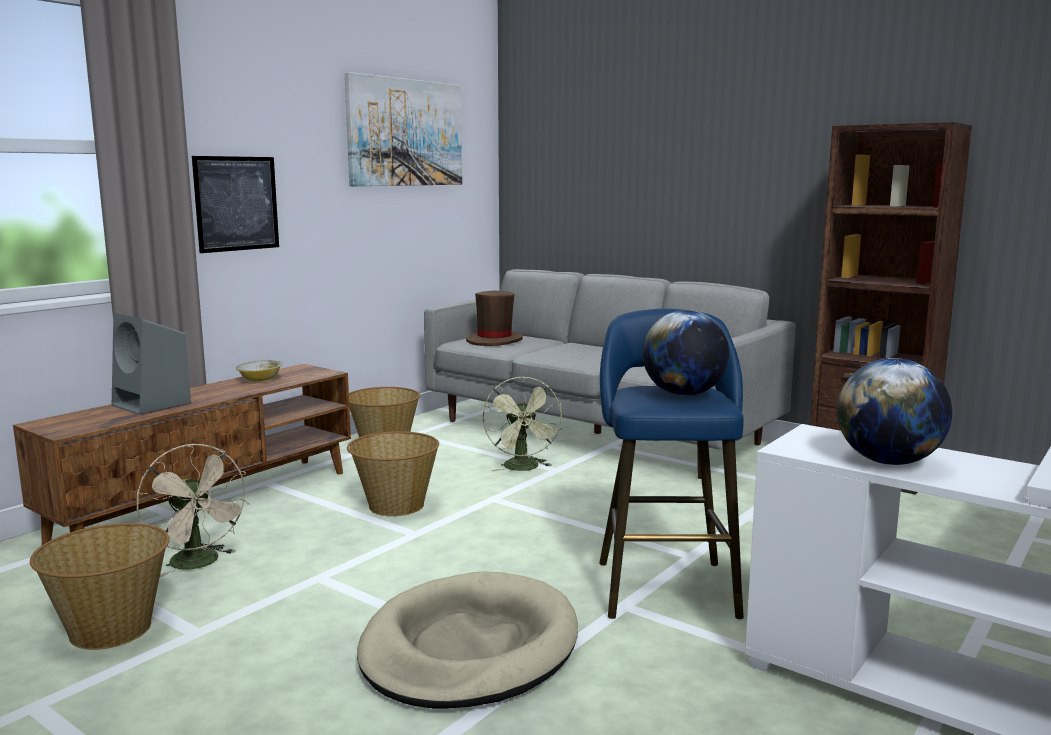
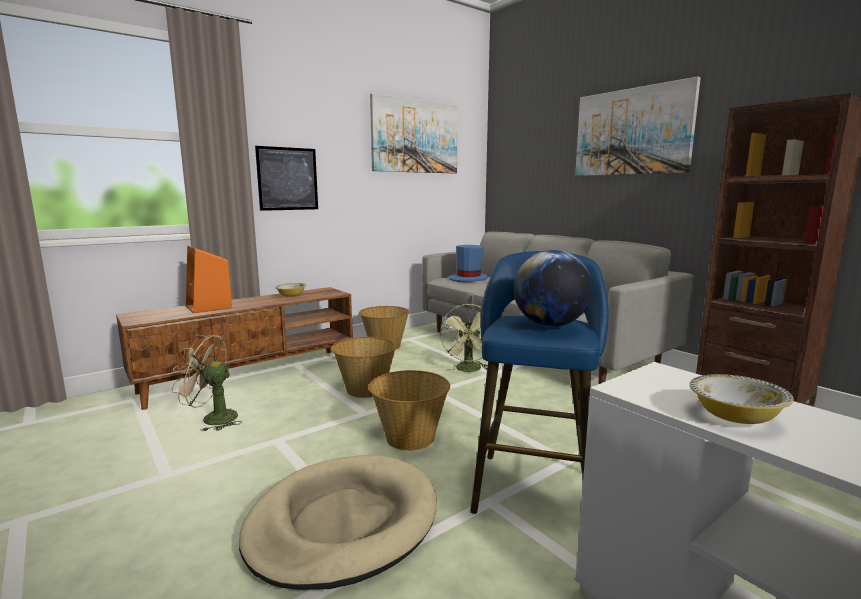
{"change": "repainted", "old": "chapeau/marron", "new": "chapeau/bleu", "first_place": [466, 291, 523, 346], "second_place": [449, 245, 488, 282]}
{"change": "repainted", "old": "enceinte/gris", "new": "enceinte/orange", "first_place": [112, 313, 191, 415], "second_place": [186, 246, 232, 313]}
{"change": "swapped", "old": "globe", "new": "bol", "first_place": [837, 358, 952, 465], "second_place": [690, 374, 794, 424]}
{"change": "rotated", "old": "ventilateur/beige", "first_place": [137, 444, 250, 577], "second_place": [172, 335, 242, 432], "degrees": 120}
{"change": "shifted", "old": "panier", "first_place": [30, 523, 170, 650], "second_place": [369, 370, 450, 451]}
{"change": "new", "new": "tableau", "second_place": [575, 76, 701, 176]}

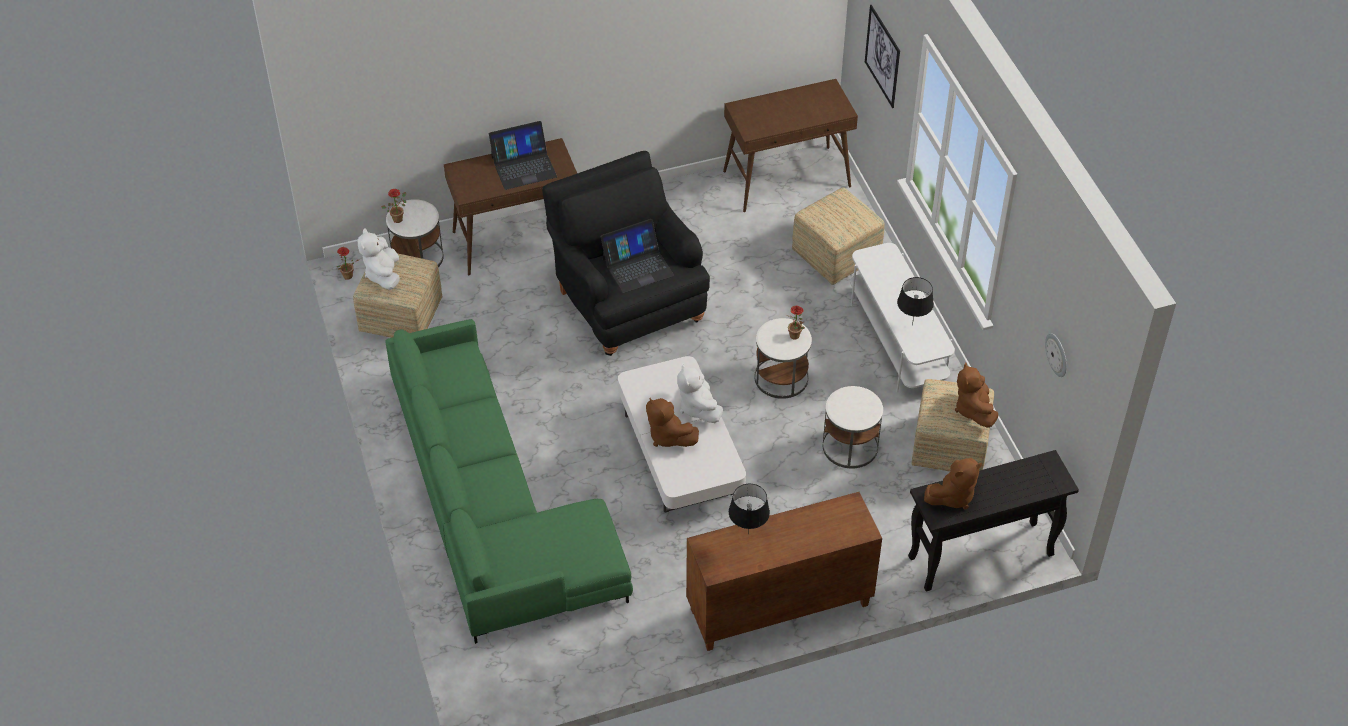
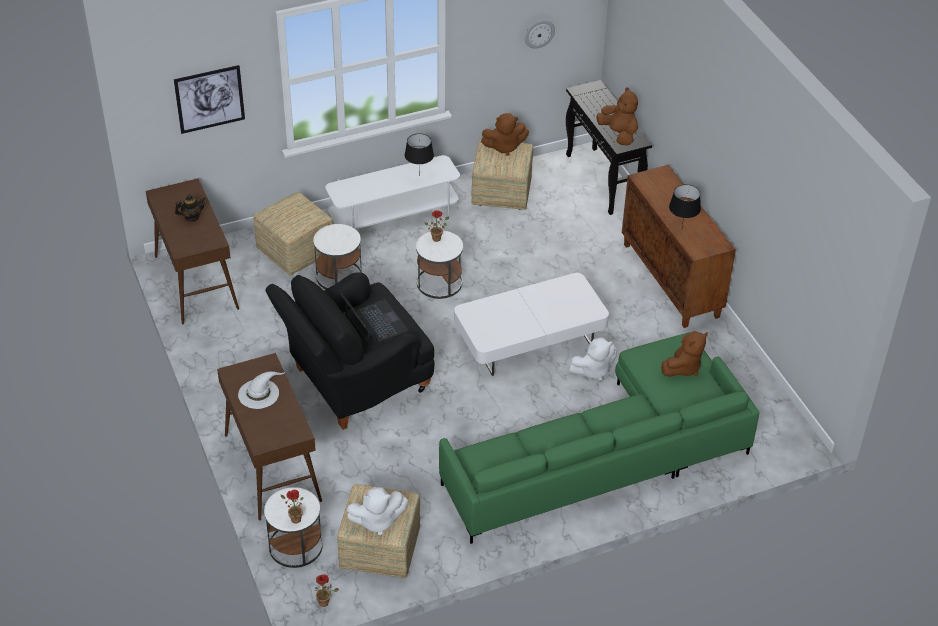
{"change": "swapped", "old": "ordinateur portable", "new": "chapeau/blanc", "first_place": [489, 121, 557, 190], "second_place": [238, 371, 285, 409]}
{"change": "shifted", "old": "peluche/blanc", "first_place": [677, 364, 723, 423], "second_place": [568, 337, 617, 381]}
{"change": "shifted", "old": "table d'appoint/blanc", "first_place": [823, 386, 883, 469], "second_place": [313, 224, 362, 289]}
{"change": "shifted", "old": "peluche/marron", "first_place": [646, 398, 699, 447], "second_place": [661, 331, 708, 377]}
{"change": "new", "new": "théière", "second_place": [175, 194, 206, 221]}

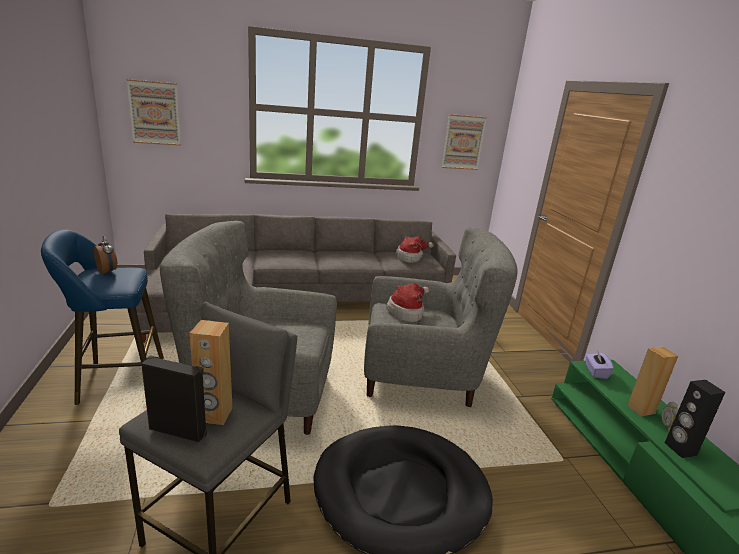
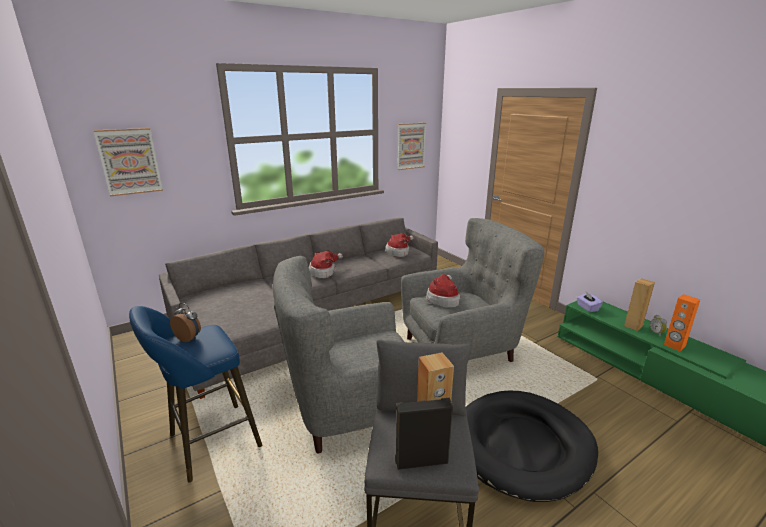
{"change": "repainted", "old": "enceinte/noir", "new": "enceinte/orange", "first_place": [665, 380, 725, 458], "second_place": [664, 294, 700, 351]}
{"change": "new", "new": "chapeau", "second_place": [309, 251, 343, 278]}

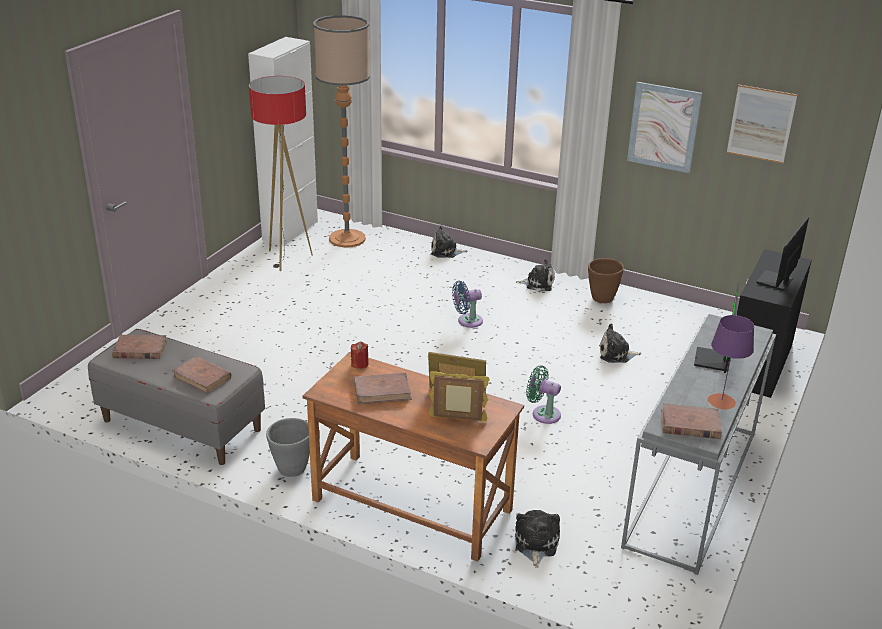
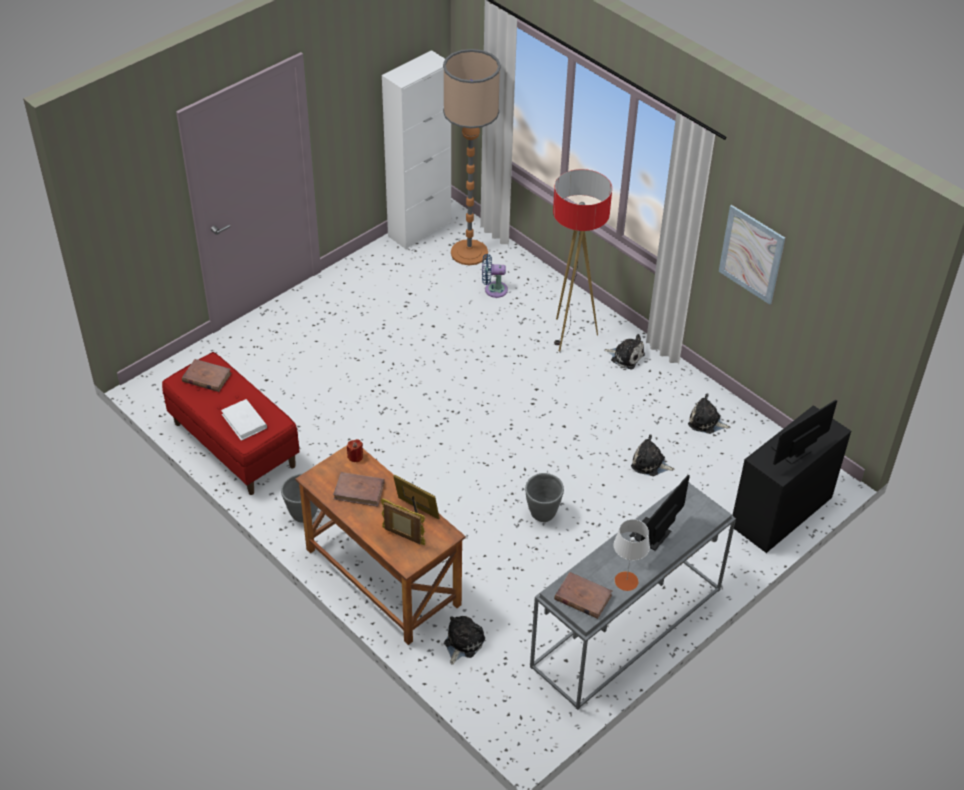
{"change": "shifted", "old": "lampadaire", "first_place": [249, 76, 313, 271], "second_place": [553, 169, 612, 351]}
{"change": "gone", "old": "tableau", "first_place": [727, 85, 798, 164]}
{"change": "shifted", "old": "peluche", "first_place": [431, 225, 468, 258], "second_place": [688, 394, 730, 434]}
{"change": "gone", "old": "cache-pot/marron", "first_place": [588, 258, 624, 303]}
{"change": "shifted", "old": "ventilateur/bleu", "first_place": [452, 281, 483, 328], "second_place": [482, 254, 508, 298]}
{"change": "repainted", "old": "lampe de table/violet", "new": "lampe de table/blanc", "first_place": [708, 315, 754, 409], "second_place": [614, 519, 650, 591]}
{"change": "repainted", "old": "banc/gris", "new": "banc/rouge", "first_place": [88, 329, 265, 465], "second_place": [162, 352, 300, 495]}
{"change": "repainted", "old": "livre/marron", "new": "livre/blanc", "first_place": [172, 356, 231, 394], "second_place": [221, 399, 267, 440]}
{"change": "swapped", "old": "ventilateur/vert", "new": "cache-pot/gris", "first_place": [526, 366, 561, 424], "second_place": [525, 473, 564, 522]}

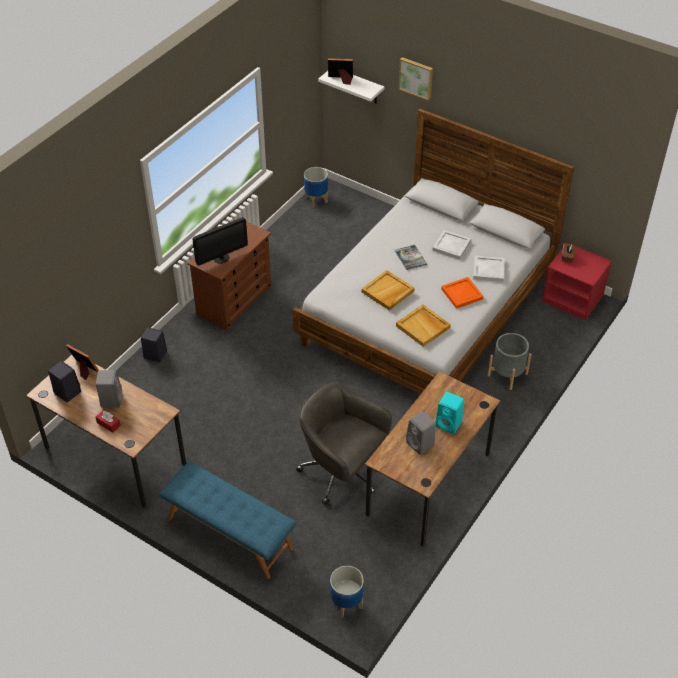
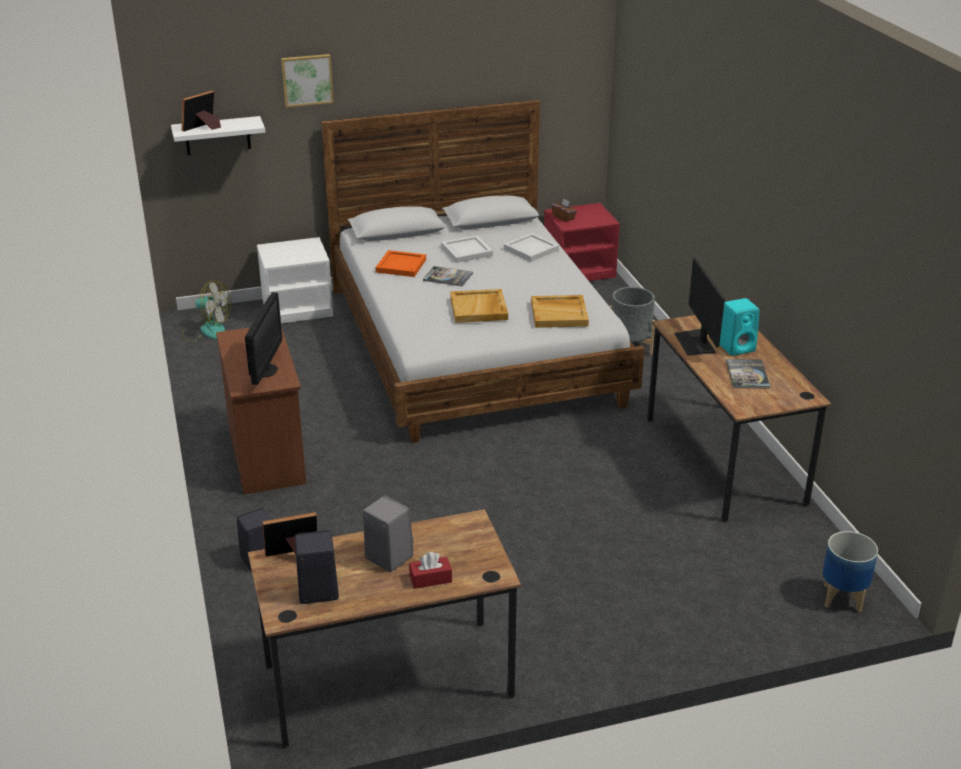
{"change": "swapped", "old": "cache-pot", "new": "ventilateur", "first_place": [304, 167, 328, 208], "second_place": [182, 280, 231, 342]}
{"change": "shifted", "old": "plateau/orange", "first_place": [441, 277, 484, 309], "second_place": [376, 250, 426, 277]}
{"change": "gone", "old": "chaise de bureau/gris", "first_place": [296, 381, 392, 505]}
{"change": "swapped", "old": "enceinte/gris", "new": "livre", "first_place": [406, 411, 436, 455], "second_place": [726, 359, 770, 389]}
{"change": "gone", "old": "banc/bleu", "first_place": [159, 461, 296, 579]}
{"change": "new", "new": "table de chevet/blanc", "second_place": [257, 237, 333, 323]}
{"change": "new", "new": "écran d'ordinateur", "second_place": [674, 258, 725, 356]}

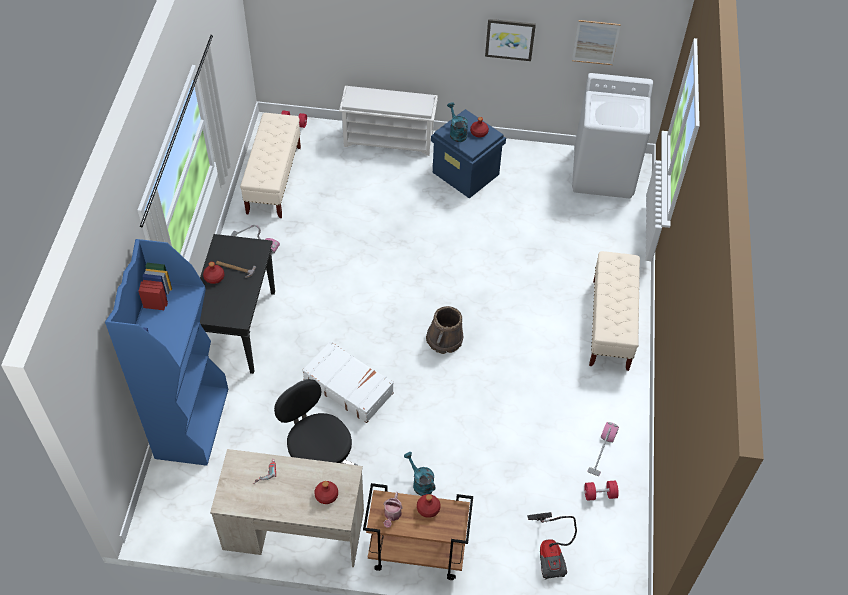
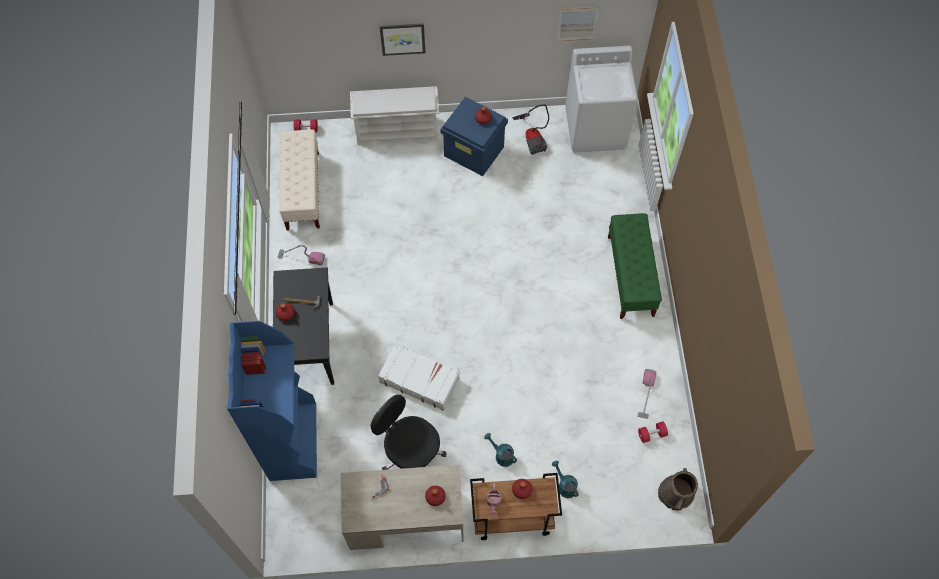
{"change": "shifted", "old": "tableau", "first_place": [485, 19, 536, 61], "second_place": [380, 23, 425, 56]}
{"change": "shifted", "old": "arrosoir/turquoise", "first_place": [447, 102, 468, 142], "second_place": [552, 461, 579, 498]}
{"change": "repainted", "old": "banc/beige", "new": "banc/vert", "first_place": [589, 251, 640, 371], "second_place": [608, 213, 662, 319]}
{"change": "shifted", "old": "seau/marron", "first_place": [426, 306, 463, 354], "second_place": [658, 468, 698, 511]}
{"change": "shifted", "old": "aspirateur", "first_place": [527, 512, 577, 579], "second_place": [513, 104, 549, 155]}

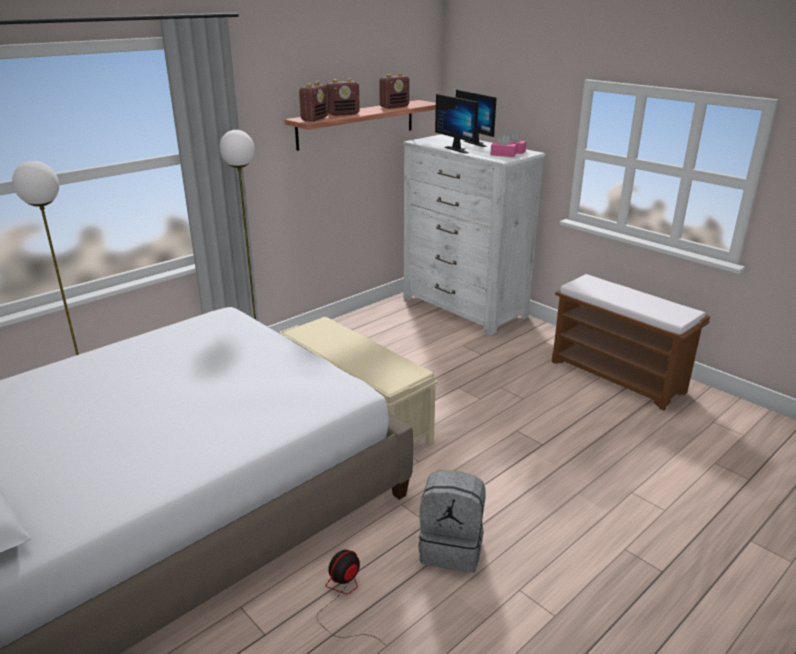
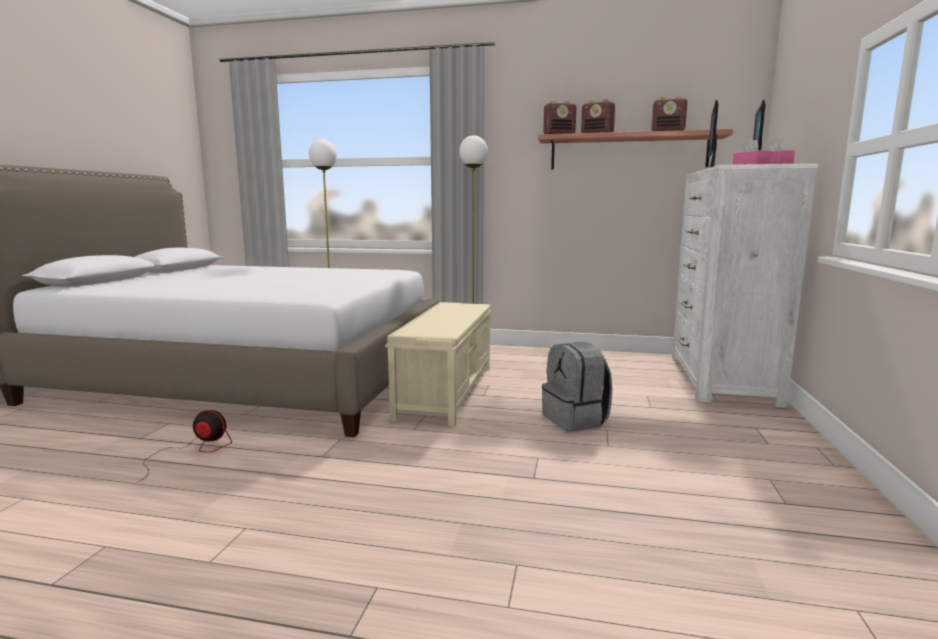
{"change": "gone", "old": "banc/marron", "first_place": [552, 274, 710, 411]}
{"change": "shifted", "old": "sac à dos/gris", "first_place": [418, 471, 486, 572], "second_place": [542, 342, 613, 432]}

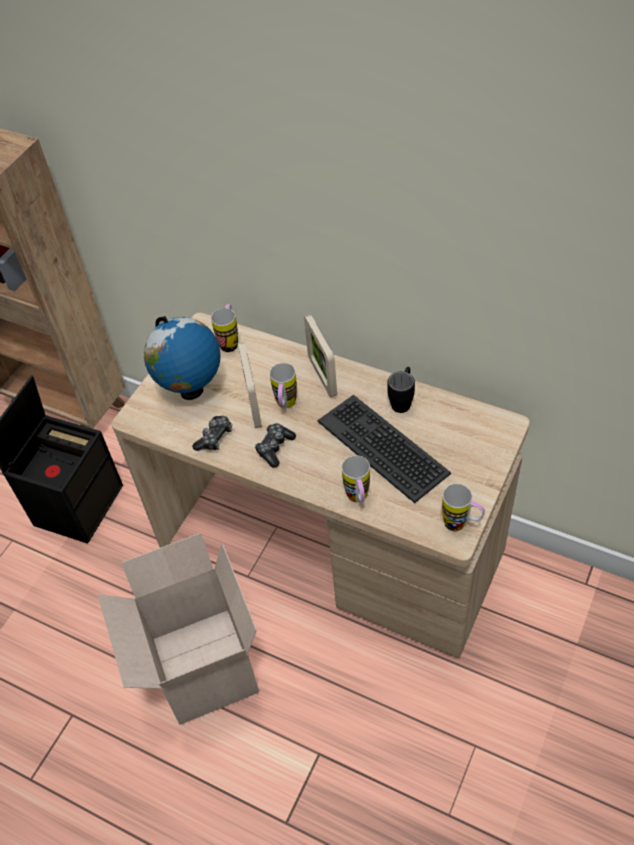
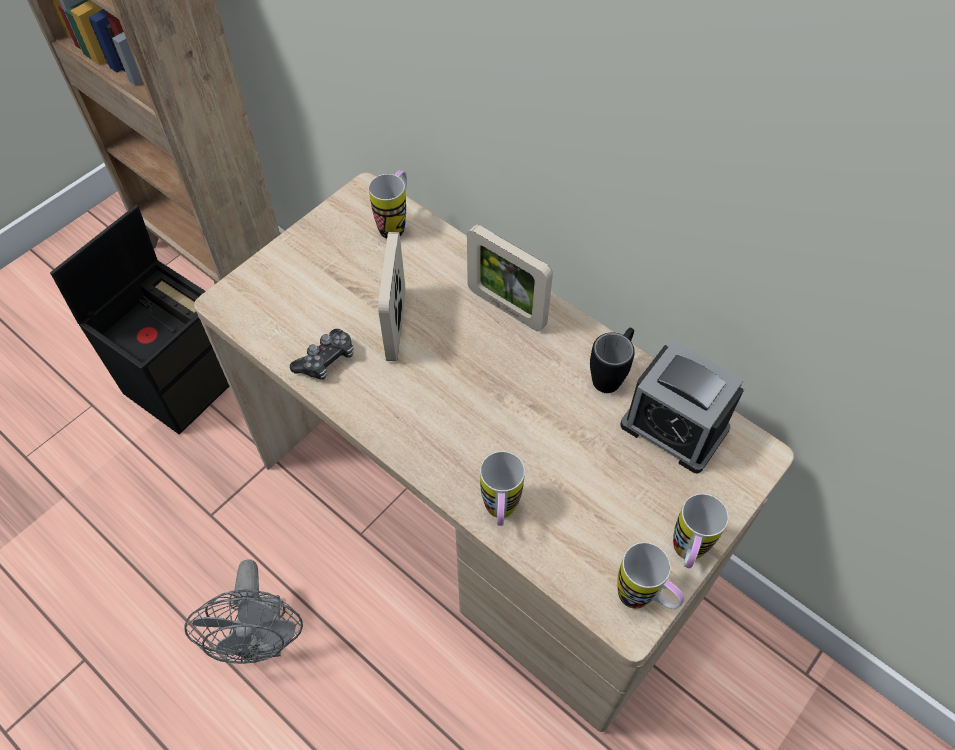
{"change": "rotated", "old": "cadre photo", "first_place": [304, 315, 337, 397], "second_place": [467, 225, 553, 331], "degrees": -45}
{"change": "gone", "old": "globe", "first_place": [144, 316, 221, 400]}
{"change": "shifted", "old": "mug", "first_place": [270, 363, 297, 408], "second_place": [673, 494, 729, 568]}
{"change": "gone", "old": "clavier", "first_place": [318, 395, 451, 503]}
{"change": "gone", "old": "manette", "first_place": [255, 423, 296, 468]}
{"change": "swapped", "old": "carton", "new": "ventilateur/gris", "first_place": [98, 533, 259, 725], "second_place": [184, 559, 303, 664]}
{"change": "new", "new": "réveil", "second_place": [620, 340, 744, 473]}

